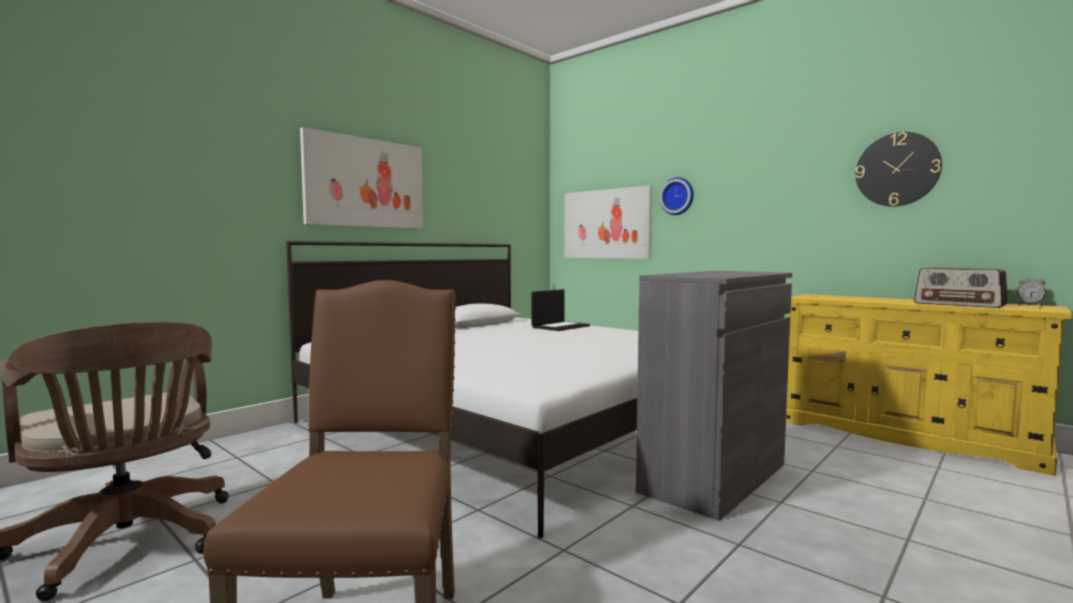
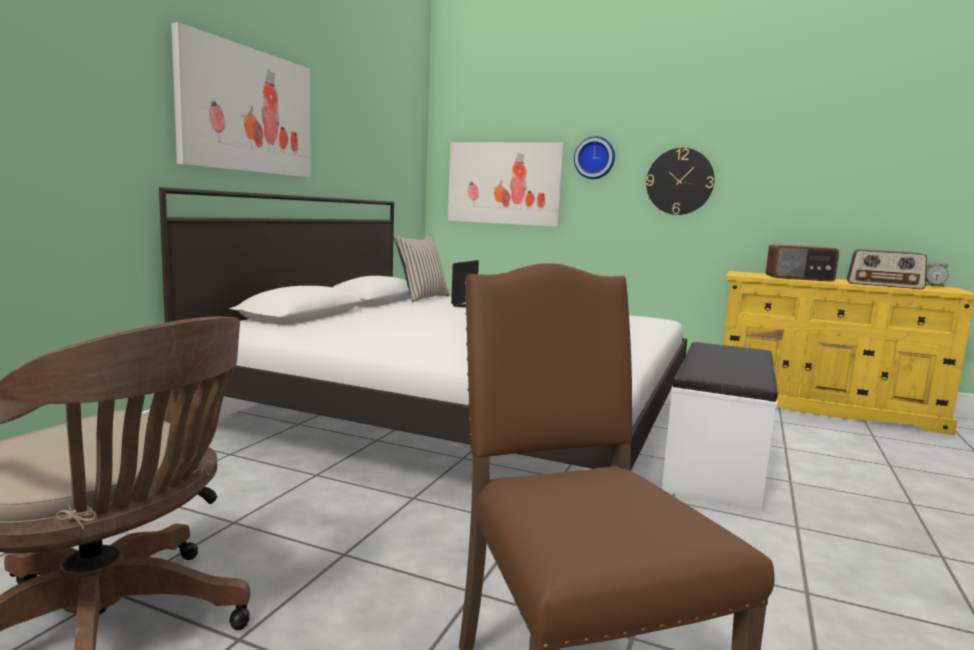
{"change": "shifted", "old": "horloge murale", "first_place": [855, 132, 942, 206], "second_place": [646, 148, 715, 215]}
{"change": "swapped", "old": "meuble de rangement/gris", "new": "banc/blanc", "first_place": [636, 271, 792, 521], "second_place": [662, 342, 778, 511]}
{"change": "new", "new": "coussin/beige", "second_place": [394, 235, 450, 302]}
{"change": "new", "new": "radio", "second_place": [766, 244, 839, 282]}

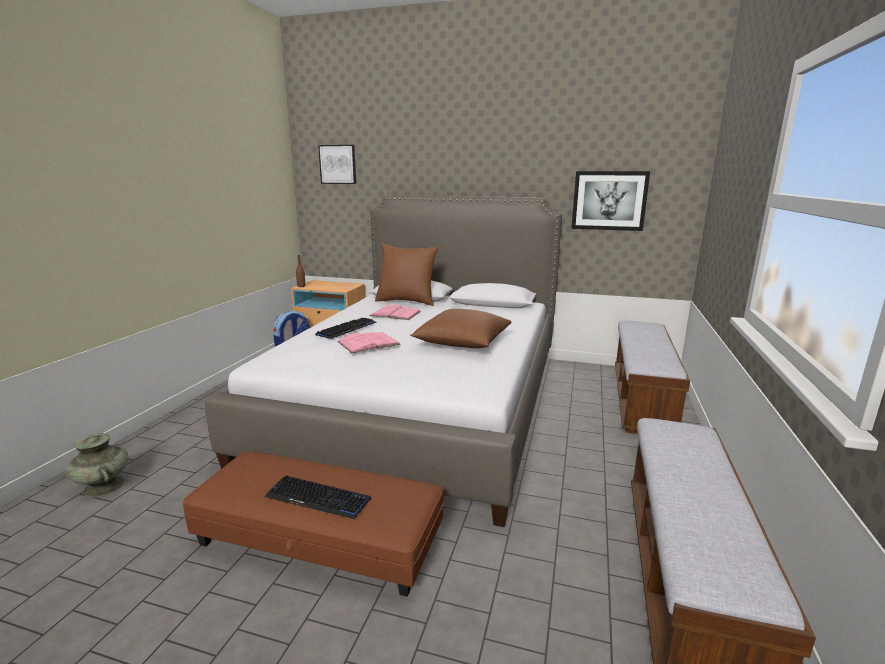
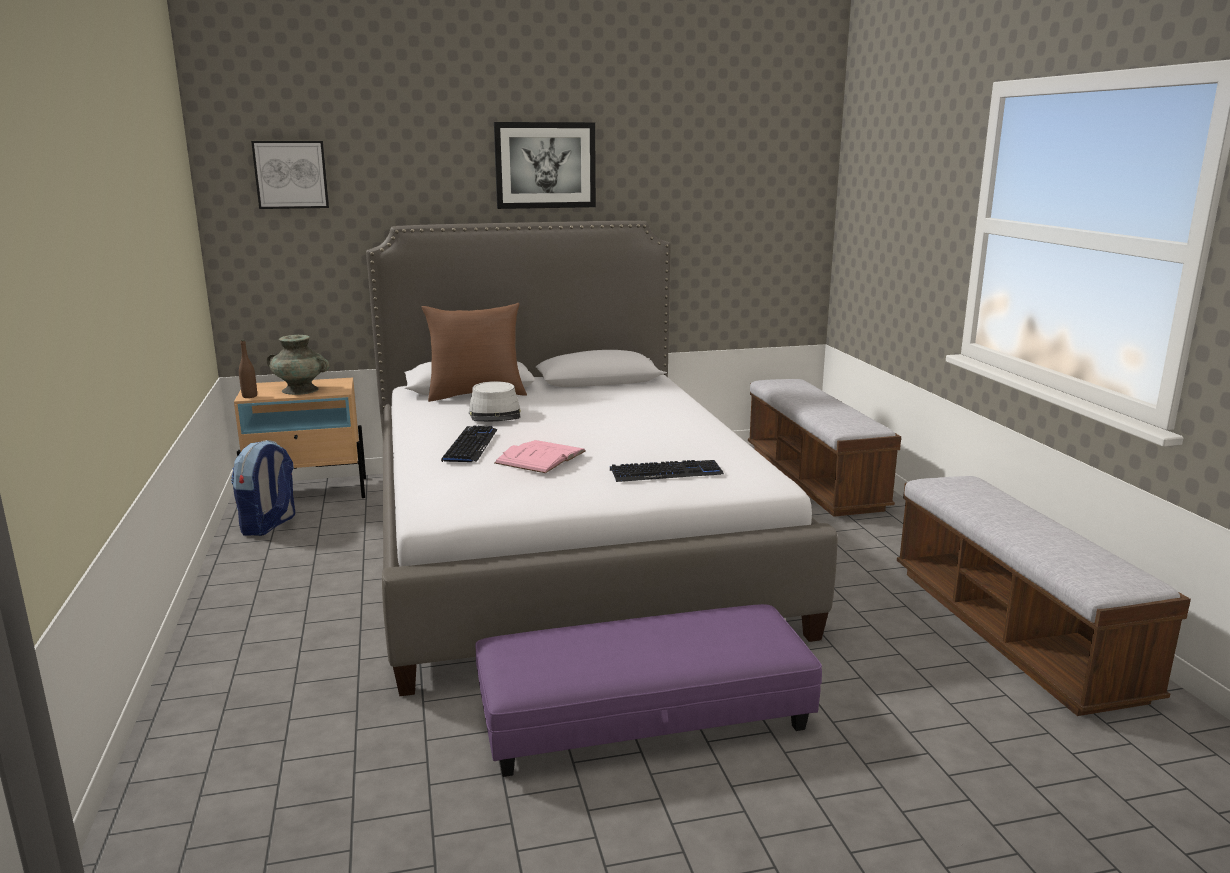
{"change": "shifted", "old": "tableau", "first_place": [571, 171, 650, 231], "second_place": [494, 122, 596, 209]}
{"change": "swapped", "old": "livre/rose", "new": "chapeau/gris", "first_place": [370, 304, 421, 320], "second_place": [469, 381, 521, 421]}
{"change": "gone", "old": "coussin/marron", "first_place": [410, 309, 512, 348]}
{"change": "shifted", "old": "vase/turquoise", "first_place": [65, 433, 129, 497], "second_place": [267, 335, 330, 395]}
{"change": "repainted", "old": "pouf/marron", "new": "pouf/violet", "first_place": [183, 451, 445, 597], "second_place": [475, 604, 822, 777]}
{"change": "shifted", "old": "clavier", "first_place": [265, 475, 371, 519], "second_place": [610, 460, 724, 482]}

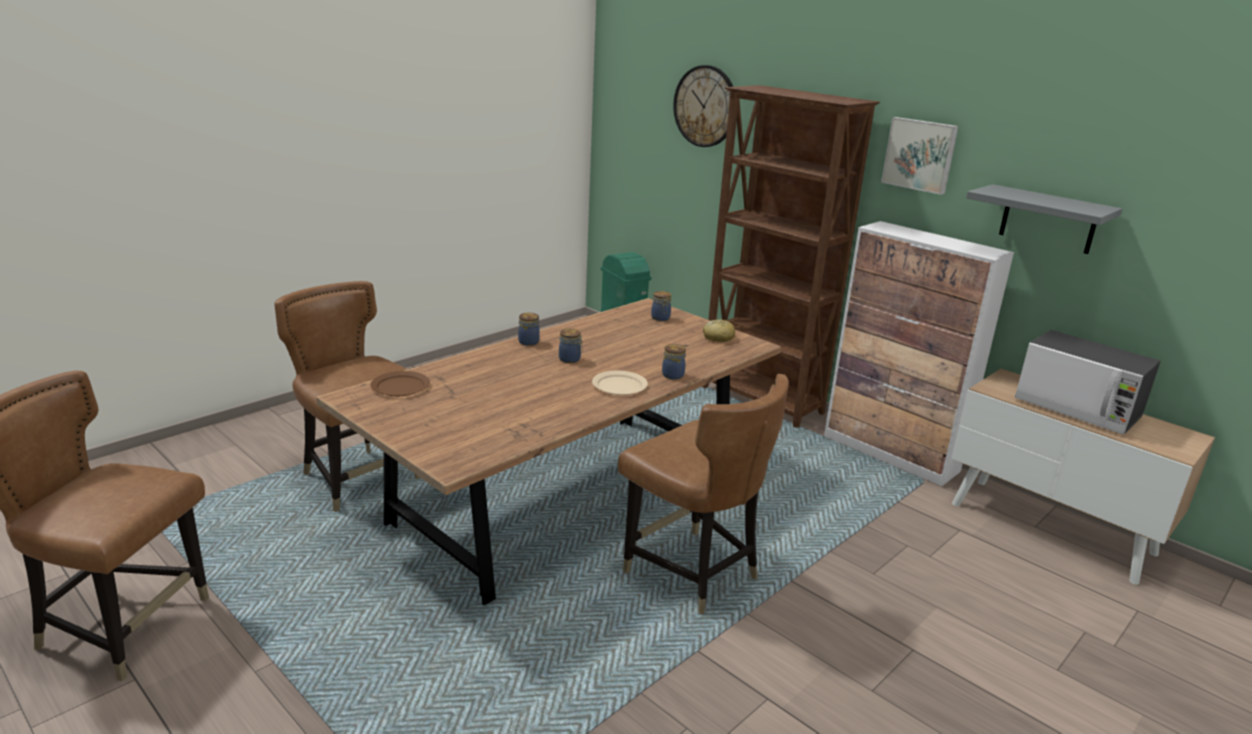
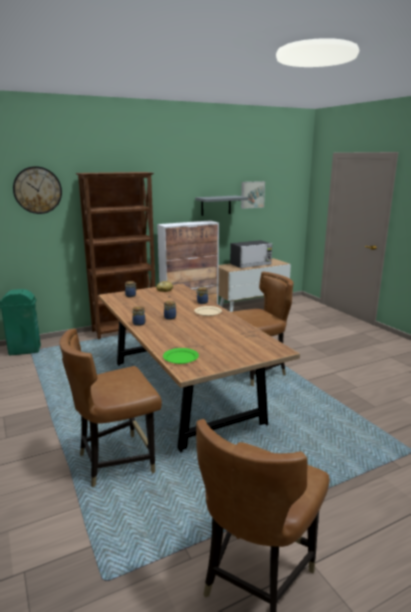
{"change": "shifted", "old": "tableau", "first_place": [881, 117, 958, 195], "second_place": [241, 181, 265, 209]}
{"change": "repainted", "old": "assiette/marron", "new": "assiette/vert", "first_place": [371, 371, 430, 396], "second_place": [163, 348, 199, 364]}

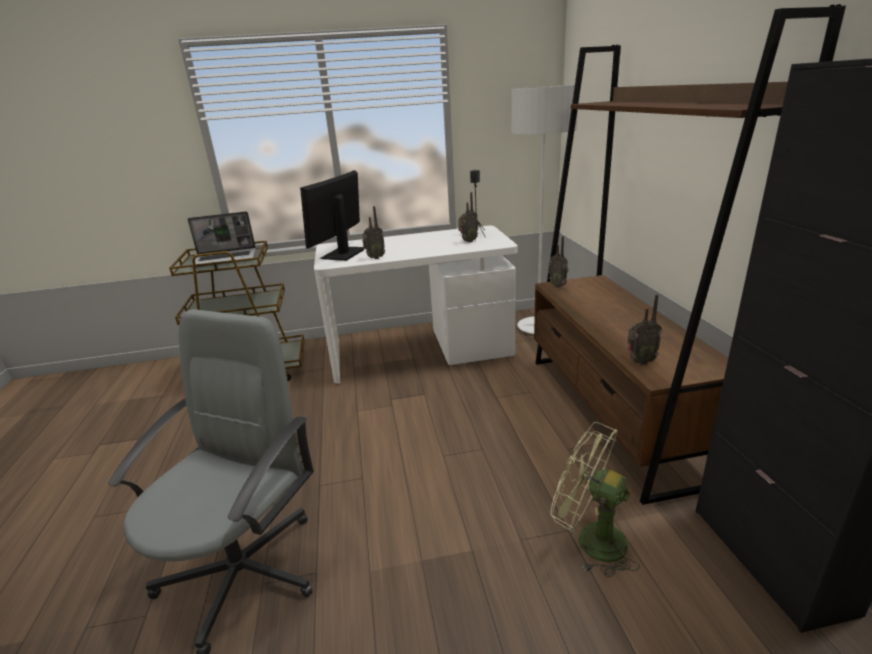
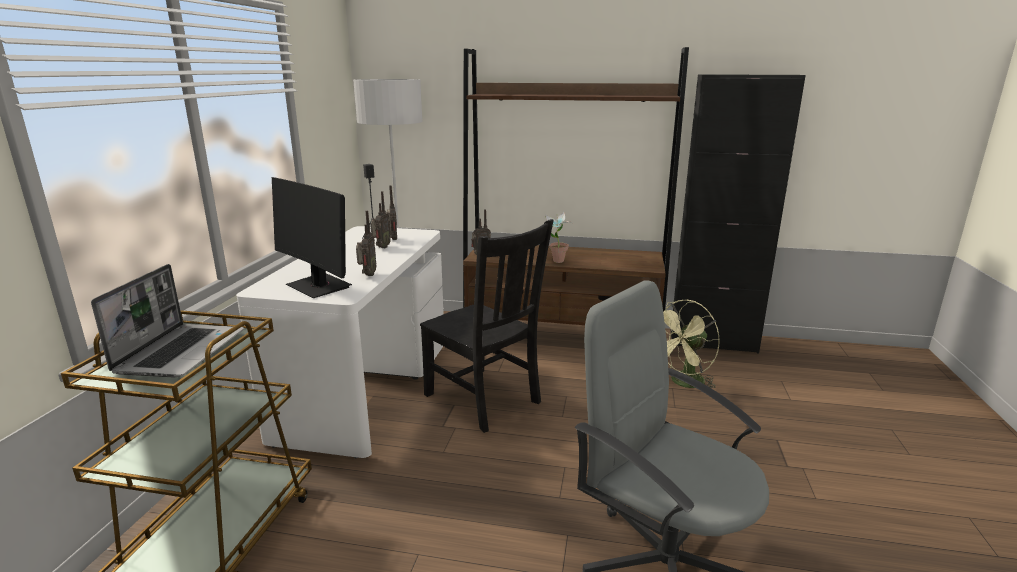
{"change": "shifted", "old": "radio", "first_place": [627, 295, 662, 365], "second_place": [371, 191, 391, 248]}
{"change": "new", "new": "plante en pot", "second_place": [545, 212, 572, 263]}
{"change": "new", "new": "chaise/noir", "second_place": [420, 219, 554, 433]}

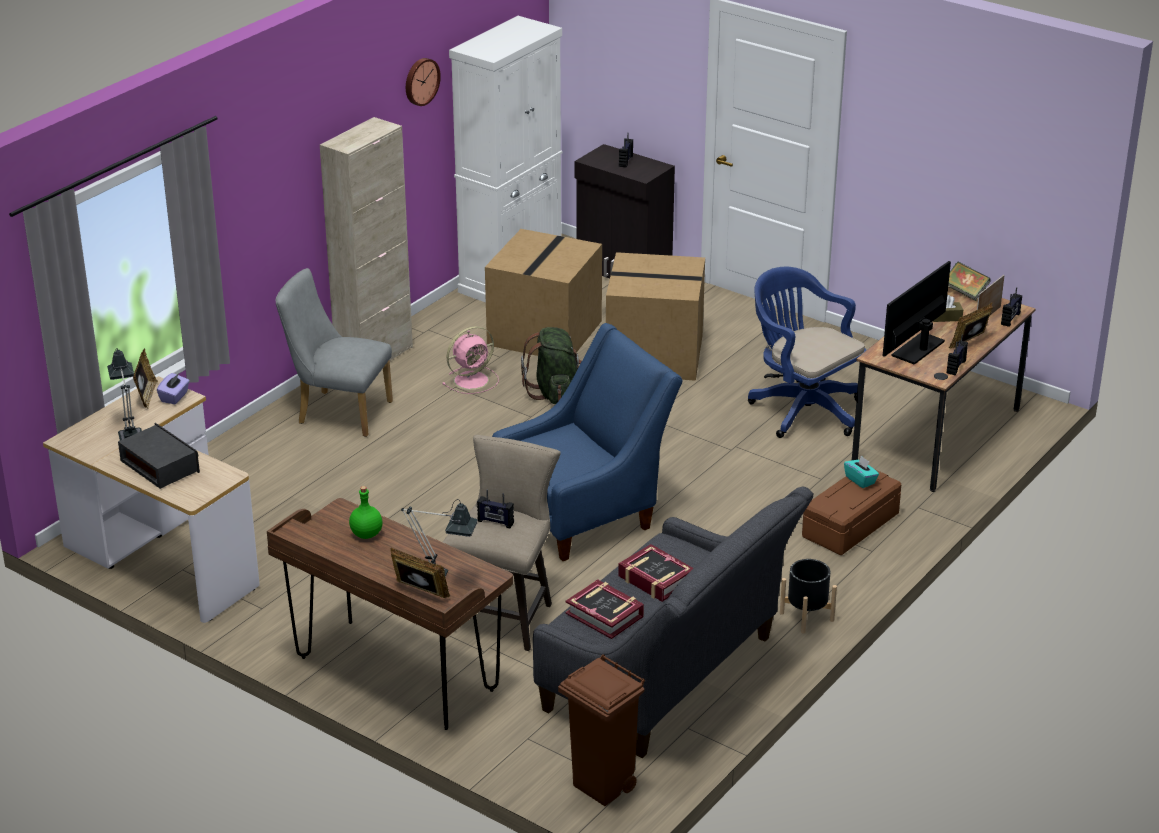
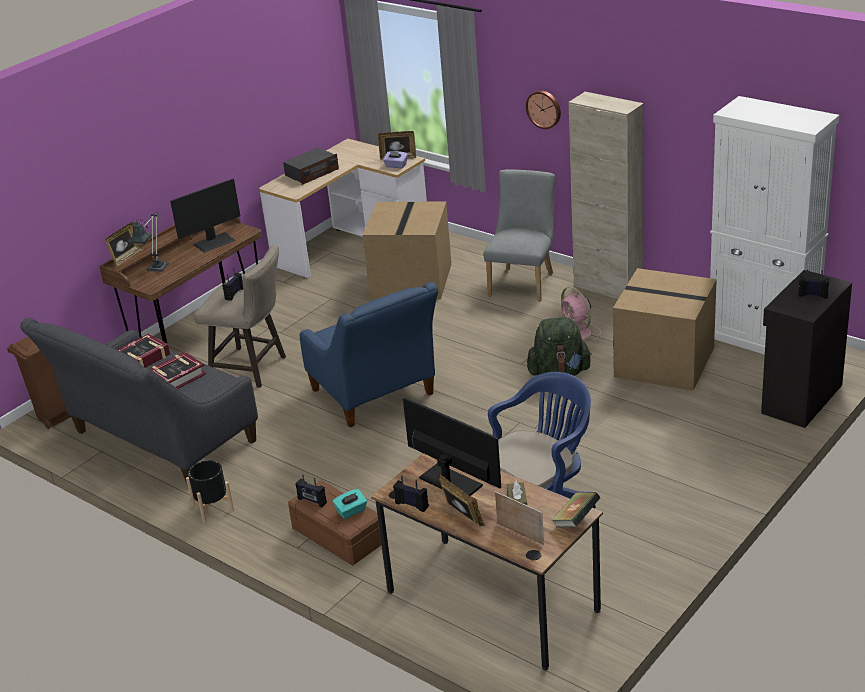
{"change": "shifted", "old": "horloge murale", "first_place": [406, 58, 441, 106], "second_place": [526, 90, 561, 129]}
{"change": "shifted", "old": "carton", "first_place": [606, 252, 705, 381], "second_place": [362, 202, 452, 299]}
{"change": "shifted", "old": "radio", "first_place": [1001, 287, 1022, 327], "second_place": [295, 474, 327, 507]}
{"change": "gone", "old": "lampe de table", "first_place": [107, 348, 142, 440]}
{"change": "swapped", "old": "bouteille/vert", "new": "écran d'ordinateur", "first_place": [349, 486, 383, 539], "second_place": [170, 179, 240, 253]}

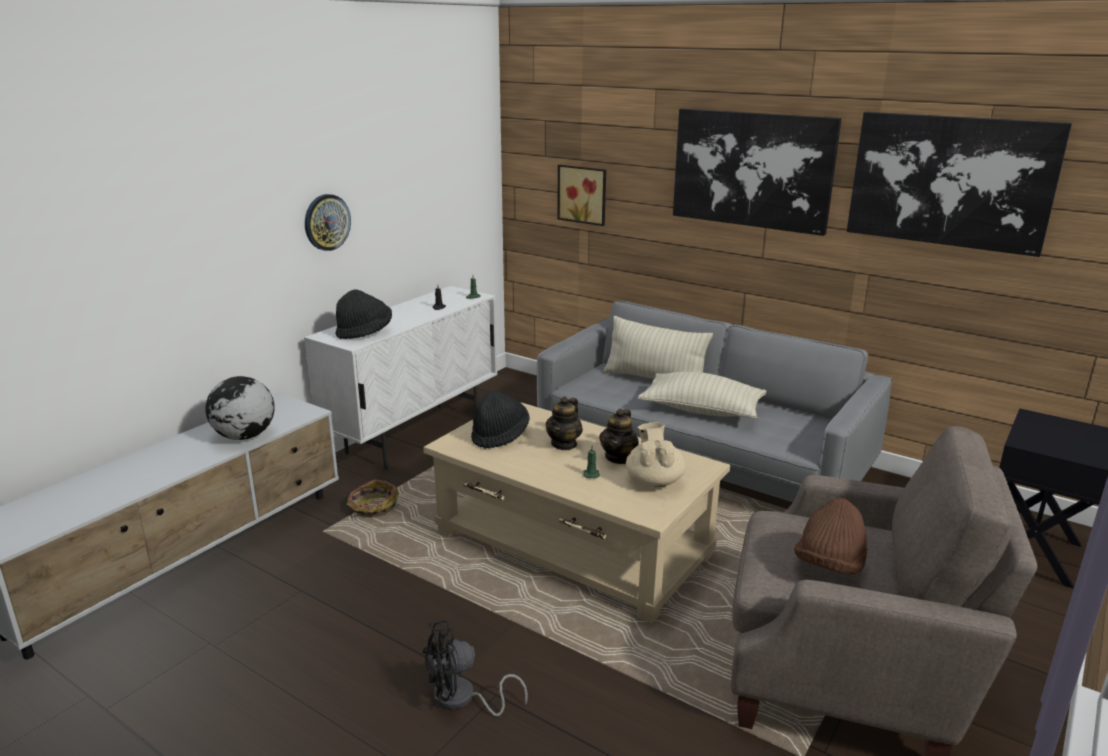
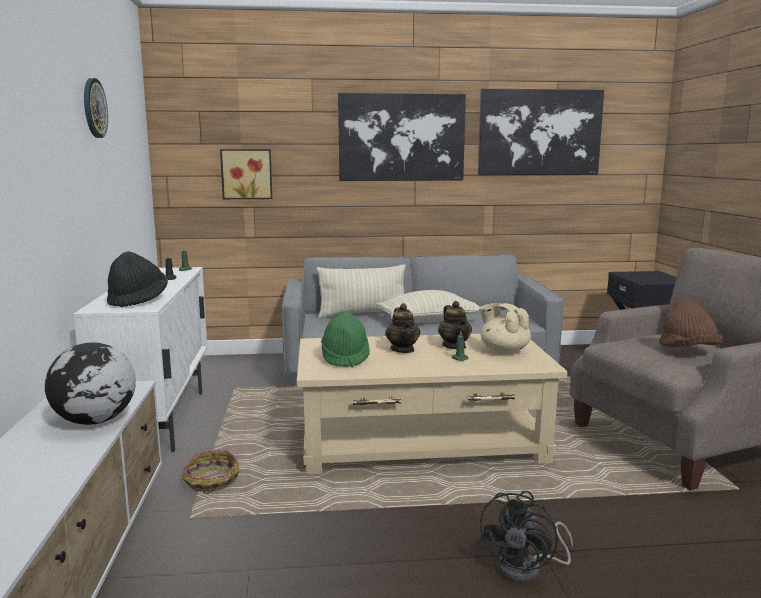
{"change": "shifted", "old": "horloge murale", "first_place": [305, 194, 351, 251], "second_place": [84, 78, 108, 138]}
{"change": "repainted", "old": "chapeau/noir", "new": "chapeau/vert", "first_place": [471, 390, 530, 449], "second_place": [321, 311, 370, 367]}

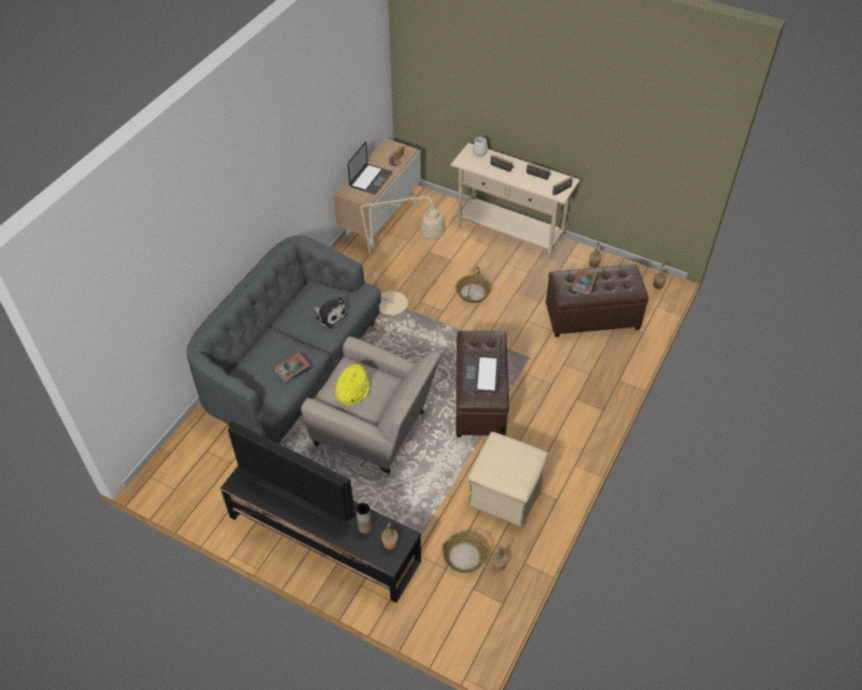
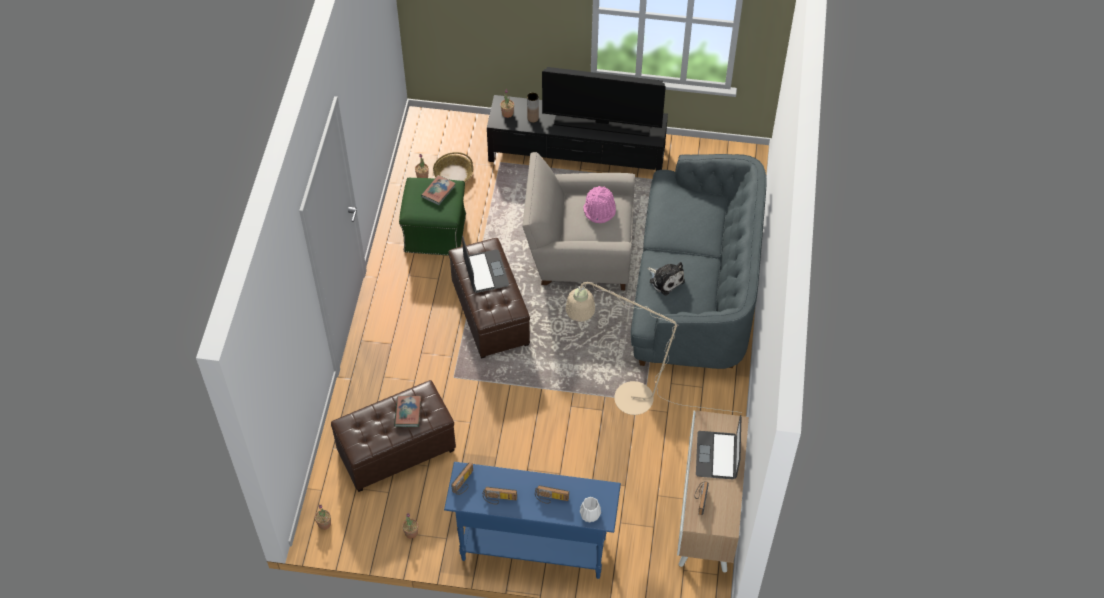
{"change": "repainted", "old": "table console/beige", "new": "table console/bleu", "first_place": [450, 143, 580, 261], "second_place": [444, 462, 621, 579]}
{"change": "gone", "old": "panier", "first_place": [455, 267, 492, 303]}
{"change": "rotated", "old": "peluche", "first_place": [313, 297, 347, 329], "second_place": [647, 262, 685, 295], "degrees": -150}
{"change": "shifted", "old": "livre", "first_place": [274, 353, 311, 383], "second_place": [421, 175, 456, 206]}
{"change": "repainted", "old": "chapeau/jaune", "new": "chapeau/rose", "first_place": [335, 364, 370, 406], "second_place": [583, 186, 616, 223]}
{"change": "repainted", "old": "pouf/beige", "new": "pouf/vert", "first_place": [468, 432, 548, 527], "second_place": [399, 178, 466, 256]}

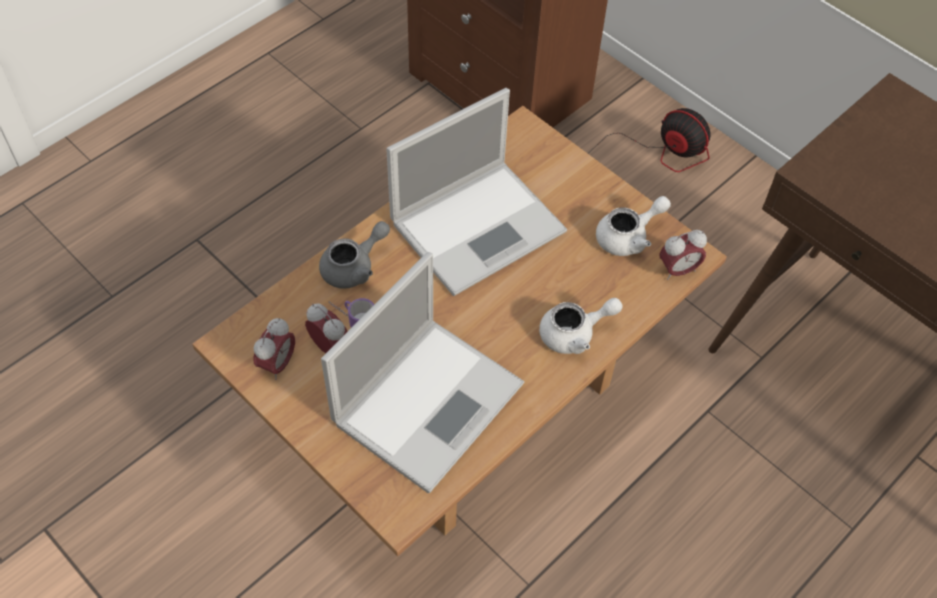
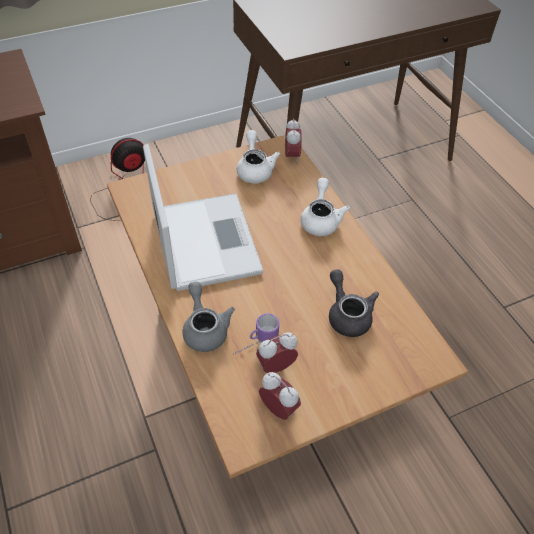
{"change": "swapped", "old": "ordinateur portable", "new": "théière/gris", "first_place": [321, 252, 524, 493], "second_place": [329, 269, 379, 337]}

